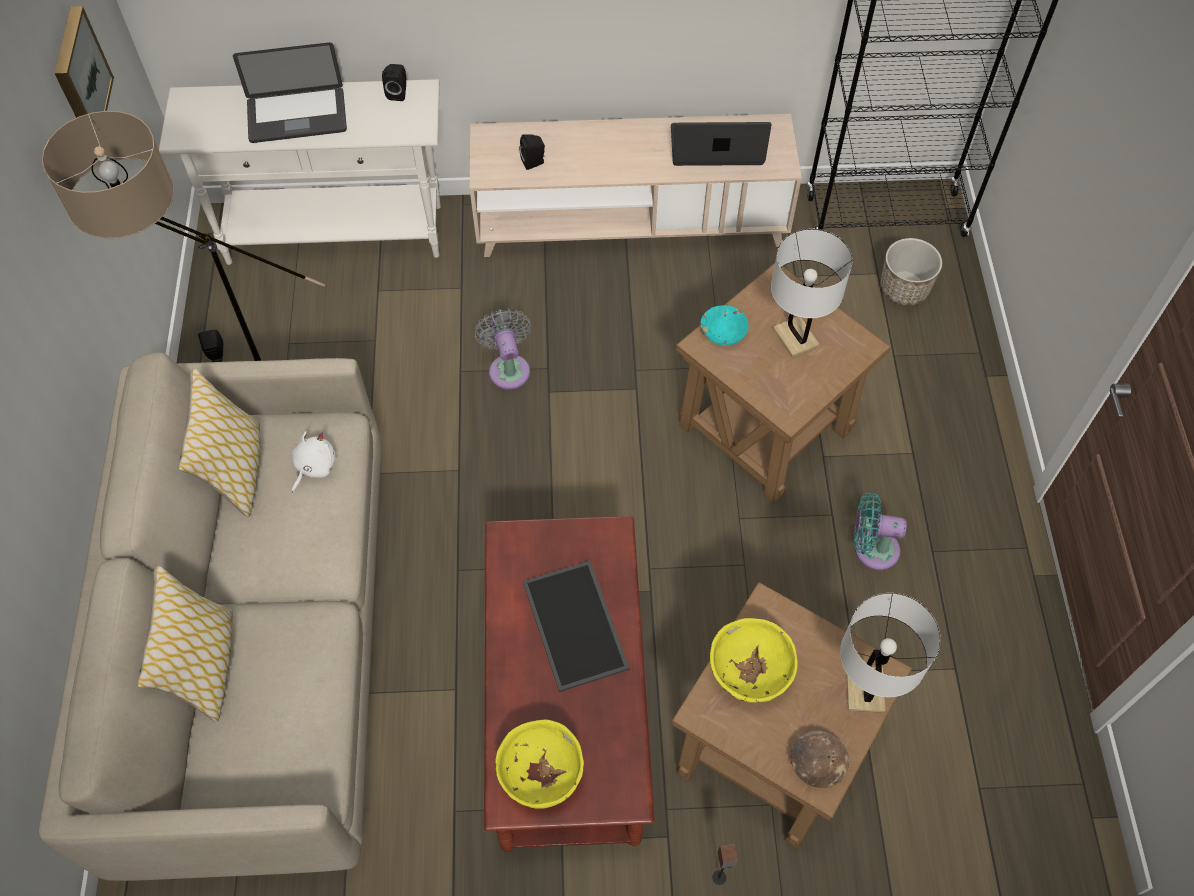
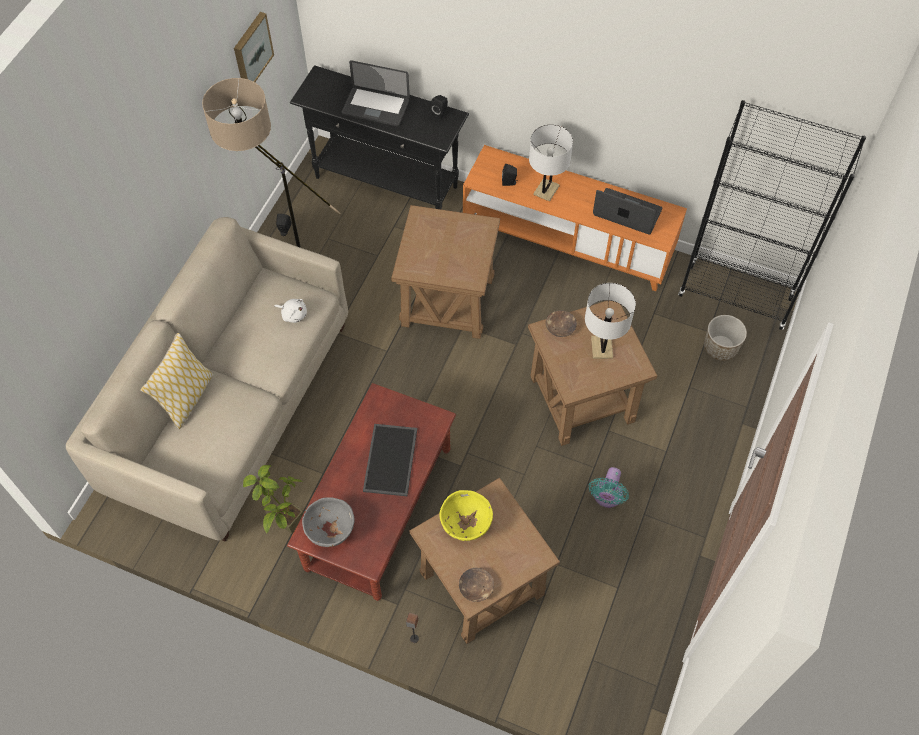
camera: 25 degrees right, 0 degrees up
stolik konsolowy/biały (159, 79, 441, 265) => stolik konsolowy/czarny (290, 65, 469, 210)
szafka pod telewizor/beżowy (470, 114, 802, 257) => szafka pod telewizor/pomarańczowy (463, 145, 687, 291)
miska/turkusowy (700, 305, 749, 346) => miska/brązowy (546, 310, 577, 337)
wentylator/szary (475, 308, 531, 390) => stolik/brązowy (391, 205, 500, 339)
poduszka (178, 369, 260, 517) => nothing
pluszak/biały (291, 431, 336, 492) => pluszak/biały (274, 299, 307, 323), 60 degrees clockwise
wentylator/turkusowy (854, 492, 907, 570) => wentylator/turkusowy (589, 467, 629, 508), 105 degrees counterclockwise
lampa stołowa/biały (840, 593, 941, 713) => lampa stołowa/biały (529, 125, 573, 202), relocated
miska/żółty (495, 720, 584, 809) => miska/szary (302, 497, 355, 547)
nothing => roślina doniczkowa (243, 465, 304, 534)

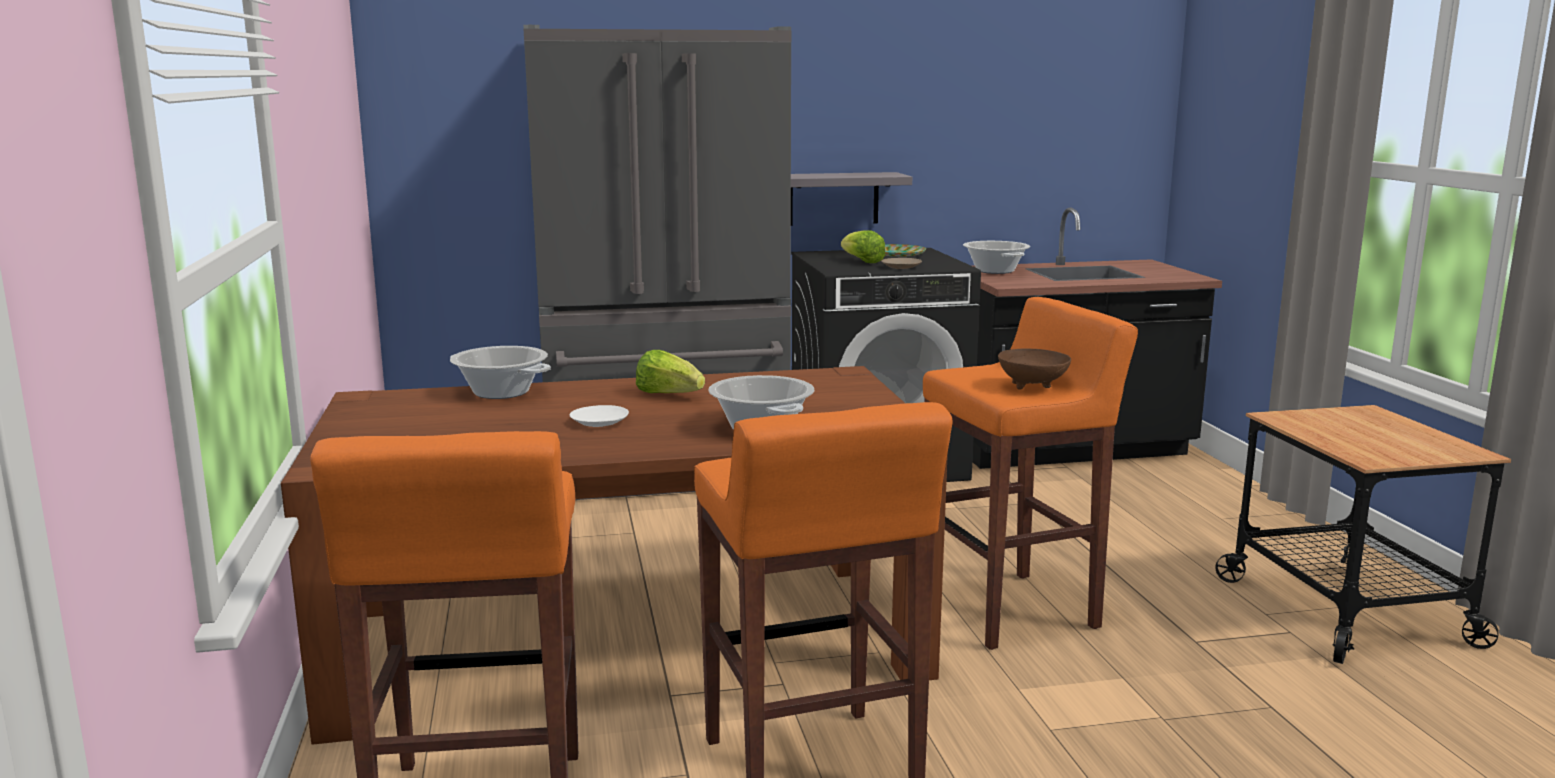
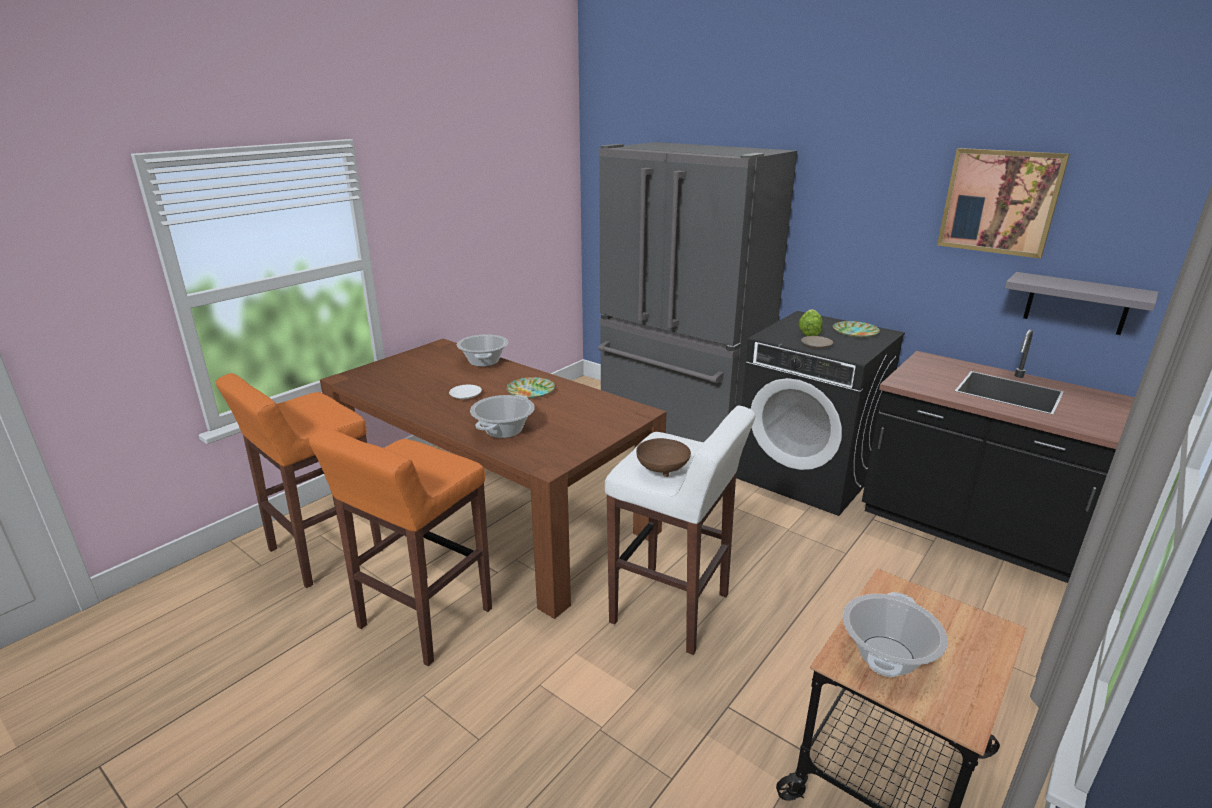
camera: 50 degrees right, 10 degrees up
półka/szary (791, 172, 912, 226) => półka/szary (1005, 272, 1159, 335), relocated
garnek (963, 241, 1030, 274) => garnek (842, 592, 948, 677), relocated
stołek/pomarańczowy (923, 297, 1138, 650) => stołek/biały (605, 406, 755, 655)
sałata (636, 350, 705, 393) => talerz (506, 377, 555, 398)
nothing => obraz (937, 148, 1070, 259)

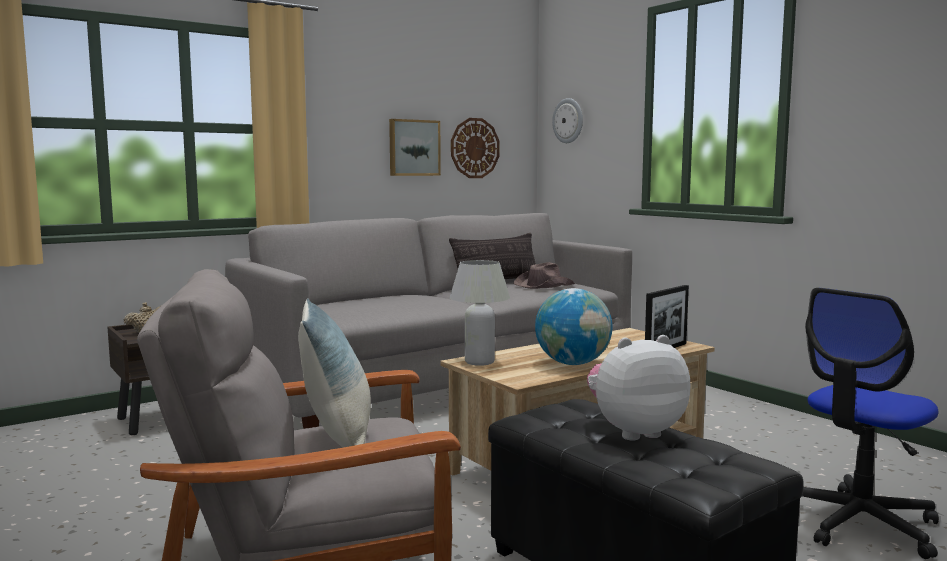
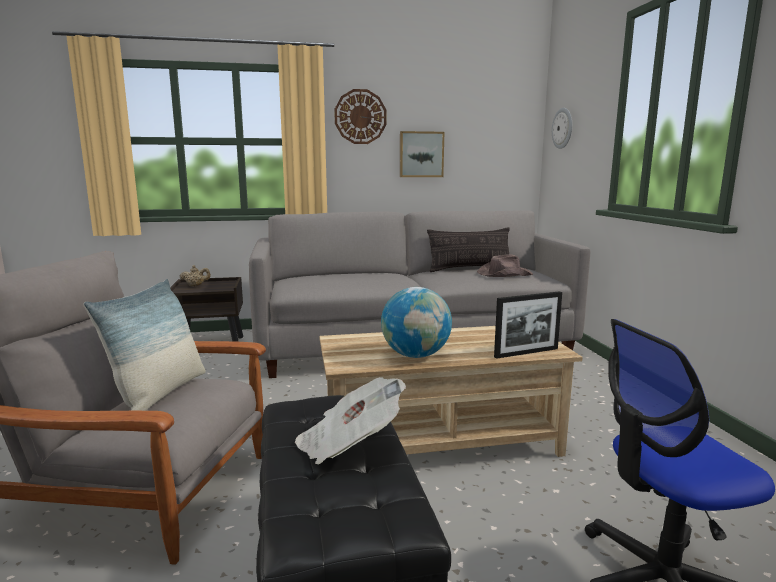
camera: 25 degrees right, 5 degrees up
zegar ścienny (451, 118, 500, 178) => zegar ścienny (334, 89, 386, 144), relocated
lampa stołowa/biały (450, 260, 510, 366) => nothing
pluszak (587, 335, 690, 441) => gazeta (295, 377, 406, 464)

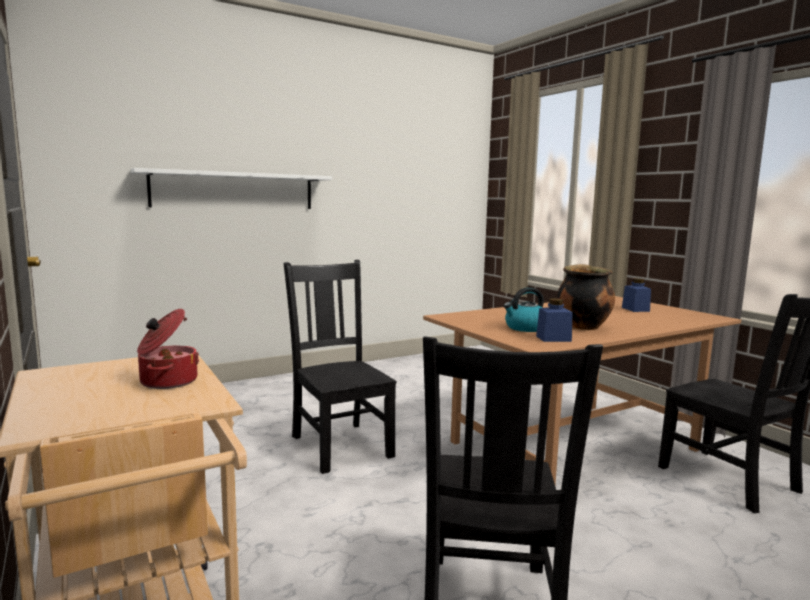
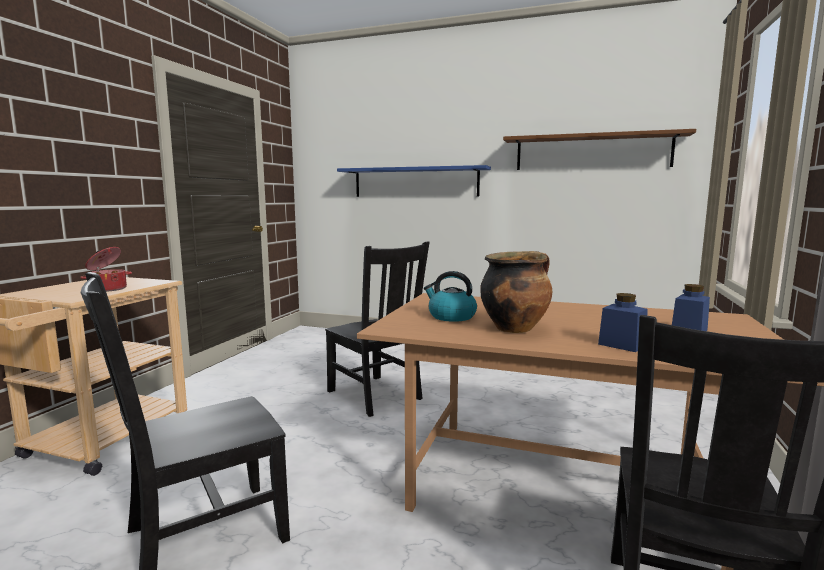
camera: 50 degrees right, 0 degrees up
półka/biały (131, 168, 332, 209) => półka/niebieski (337, 165, 491, 197)
krzesło/czarny (284, 260, 397, 474) => krzesło/czarny (325, 241, 430, 417), 120 degrees clockwise
słoik/niebieski (536, 298, 572, 342) => słoik/niebieski (598, 293, 648, 352), relocated
nothing => półka/brązowy (503, 129, 696, 170)

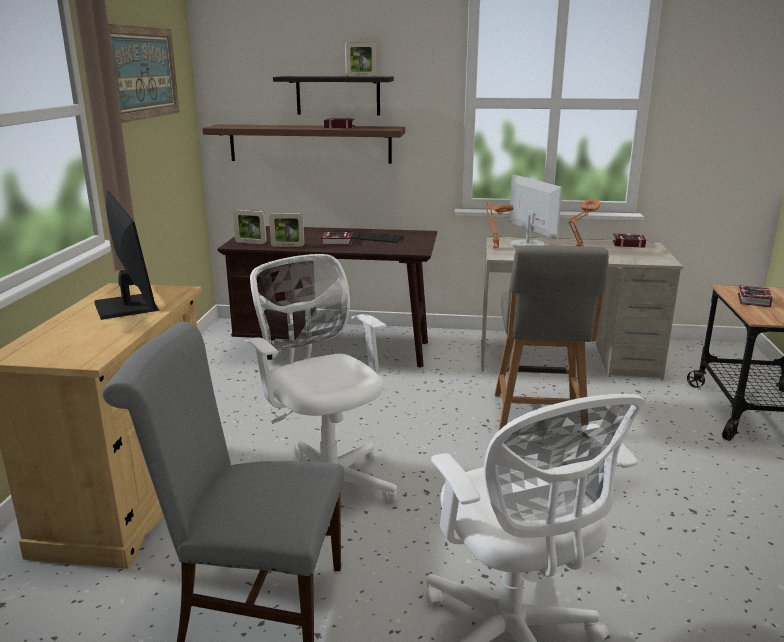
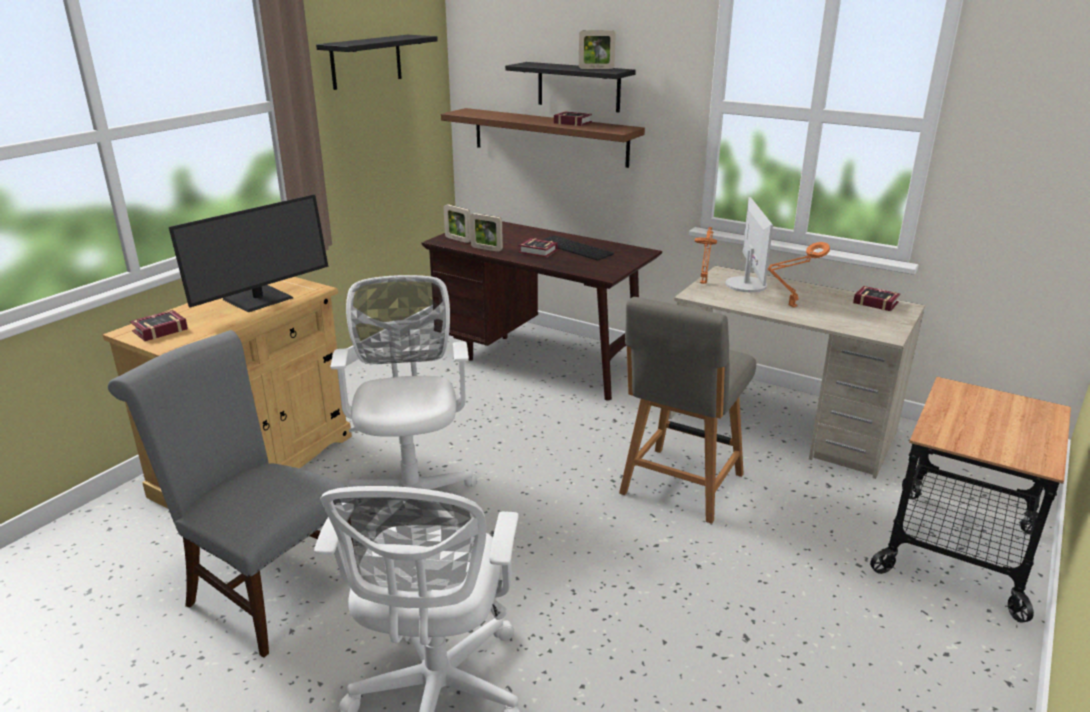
camera: 25 degrees right, 5 degrees up
obraz (108, 24, 180, 123) => półka/czarny (316, 35, 438, 90)
monitor (94, 191, 160, 320) => monitor (169, 194, 328, 312), 45 degrees clockwise
książka (738, 285, 773, 307) => książka (130, 310, 188, 341), relocated

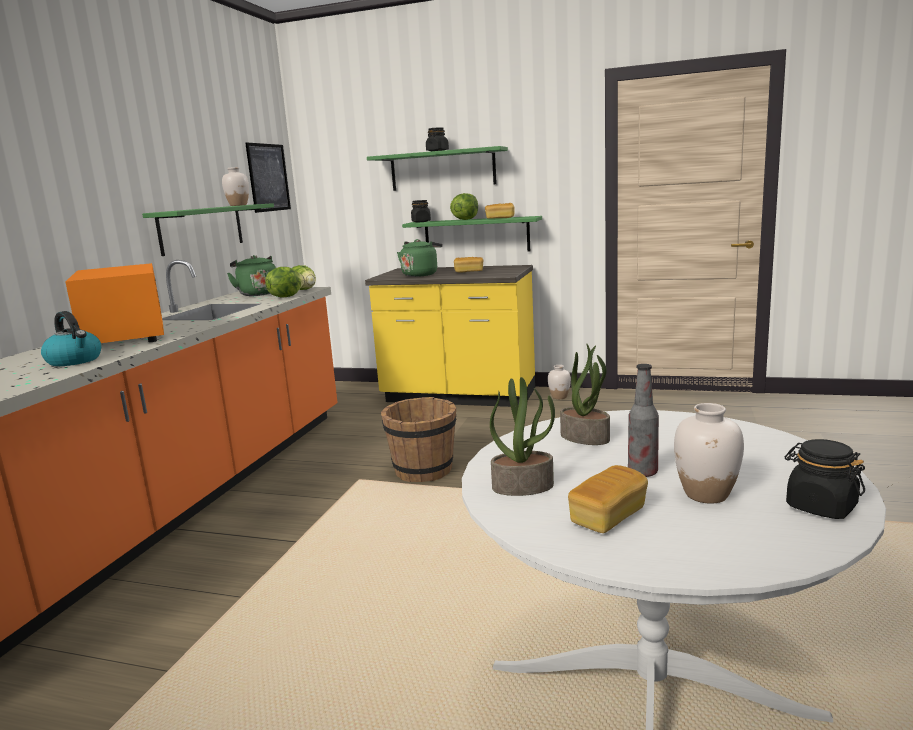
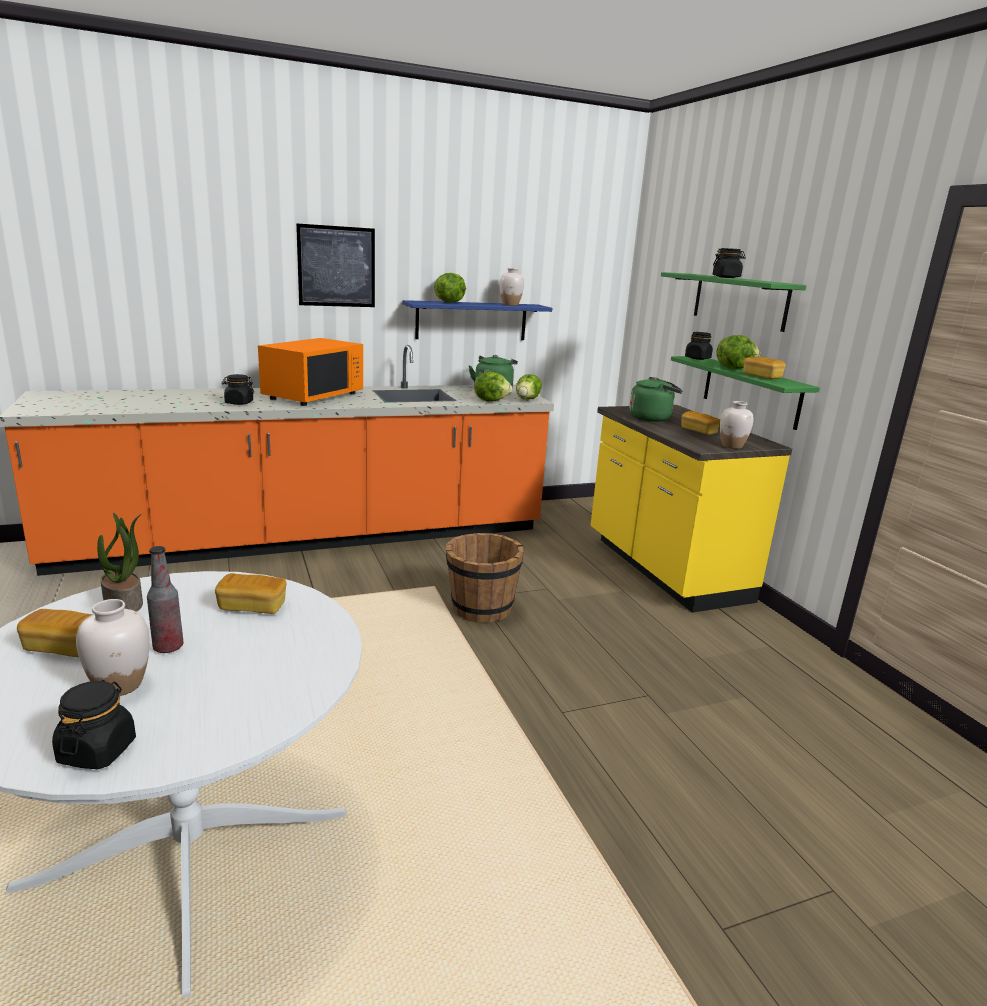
camera: 50 degrees right, 5 degrees up
obraz (245, 143, 291, 213) => obraz (296, 223, 375, 307), relocated
półka/zielony (142, 203, 274, 256) => półka/niebieski (402, 300, 553, 340)
czajnik (41, 311, 101, 366) => słoik/czarny (222, 374, 254, 405)
roślina doniczkowa (560, 344, 610, 445) => chleb (215, 573, 286, 614)
wazon/biały (548, 365, 571, 399) => wazon/biały (720, 401, 754, 449), relocated
nothing => sałata (434, 273, 466, 303)

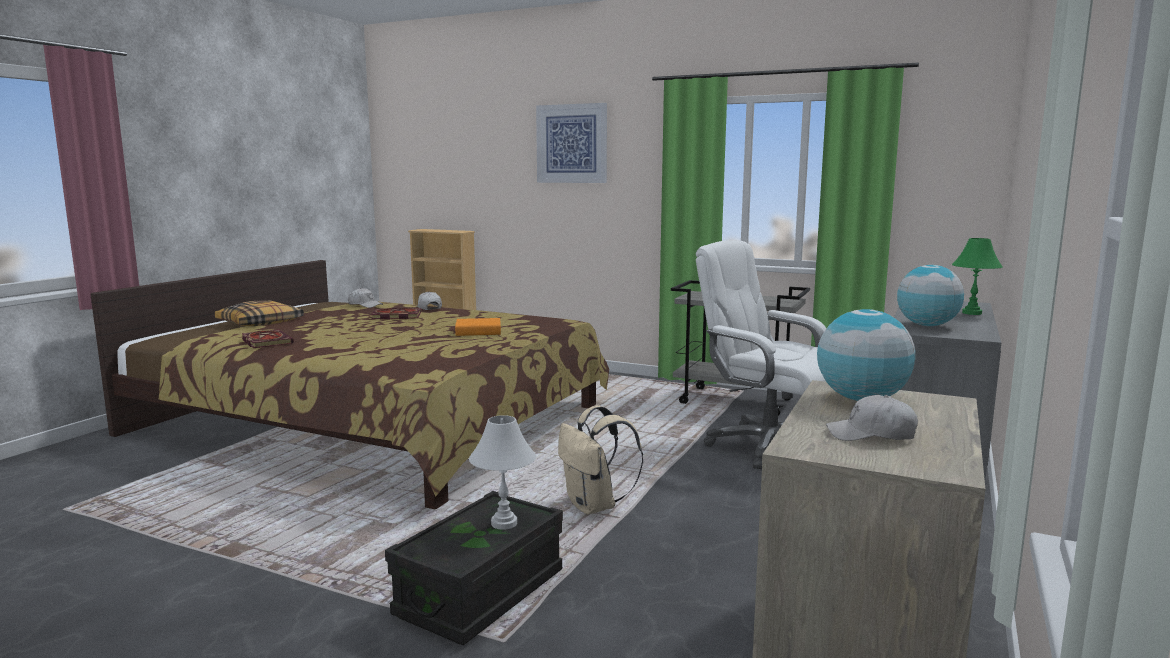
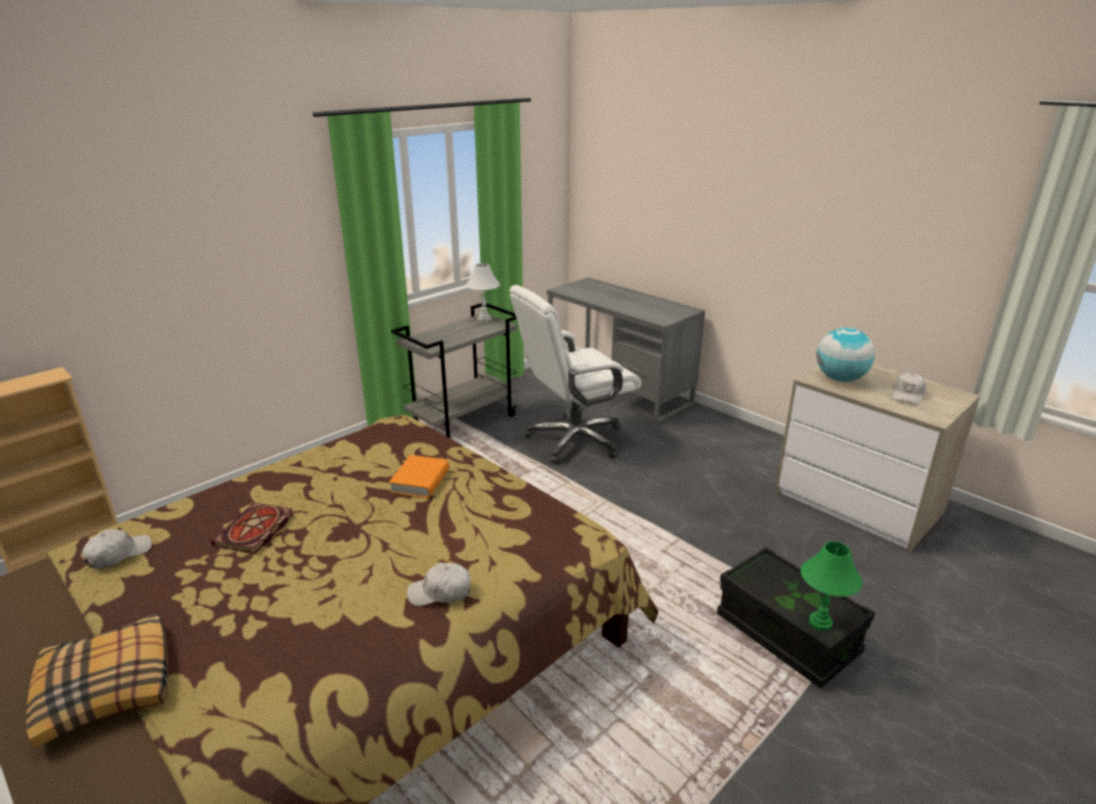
camera: 70 degrees left, 15 degrees up
obraz (536, 103, 607, 183) => nothing
lampa stołowa/zielony (952, 238, 1003, 315) => lampa stołowa/zielony (801, 541, 862, 631), relocated
globus (897, 265, 964, 326) => nothing
czapka z daszkiem/biały (416, 291, 442, 310) => czapka z daszkiem/biały (407, 562, 471, 606), relocated
książka (242, 330, 294, 348) => nothing
plecak/beżowy (558, 406, 643, 515) => nothing
lampa stołowa/biały (469, 415, 536, 530) => lampa stołowa/biały (466, 263, 500, 322), relocated

